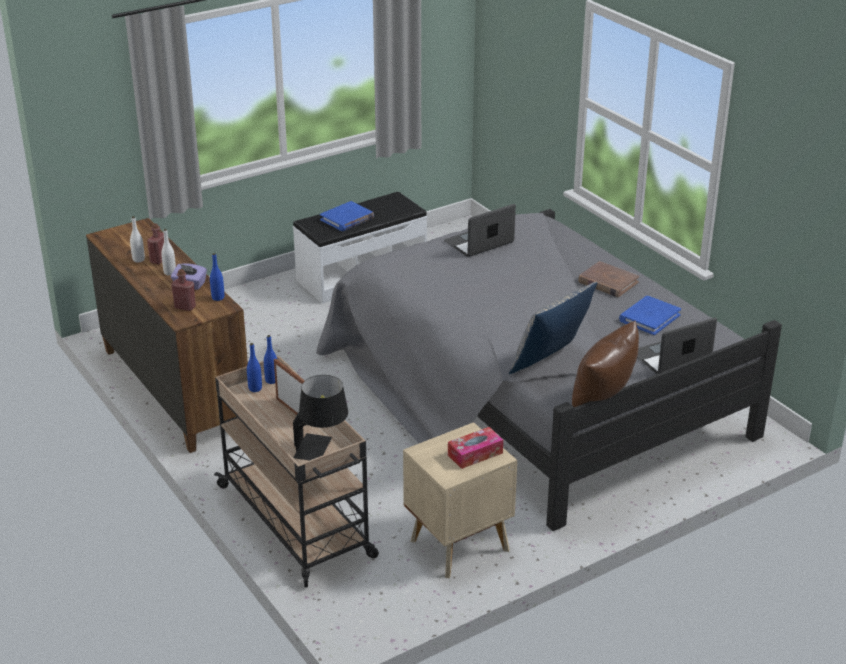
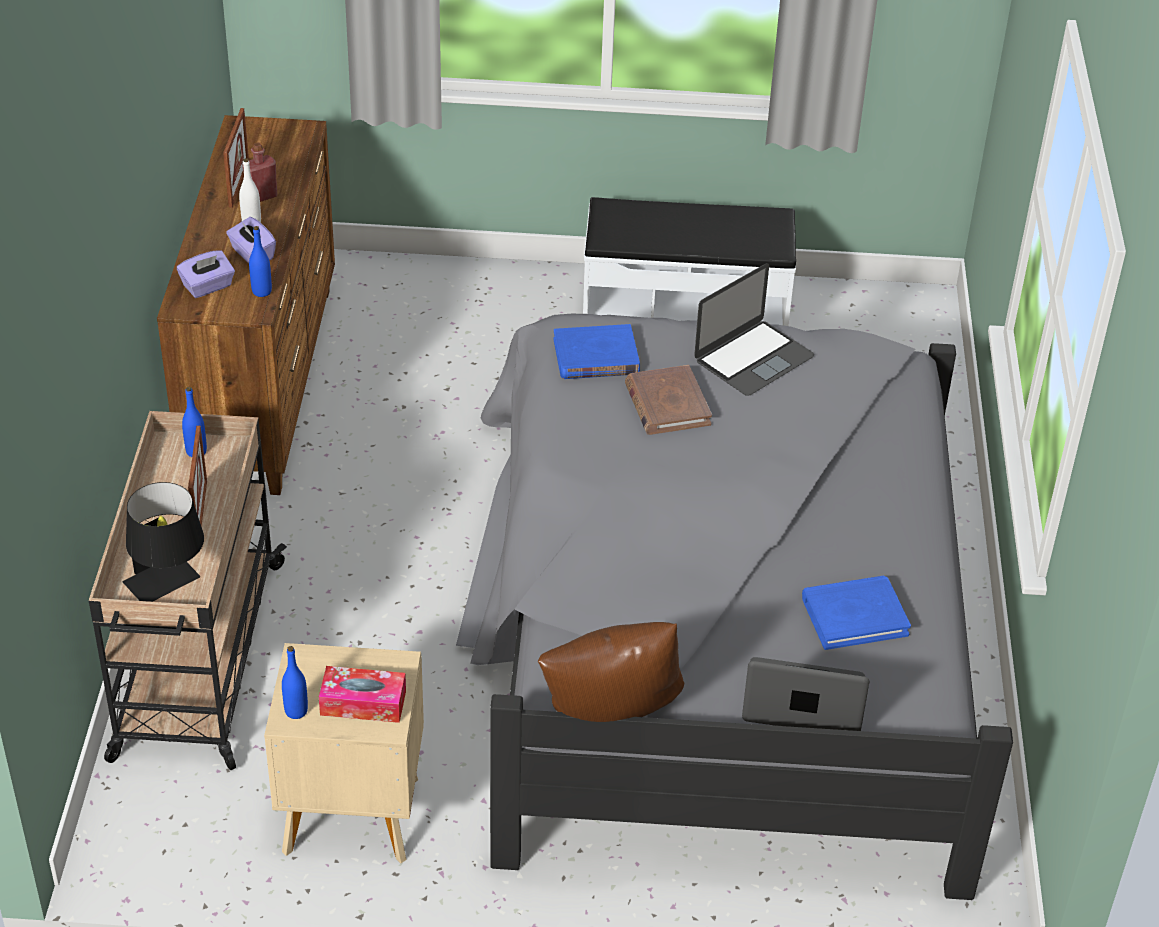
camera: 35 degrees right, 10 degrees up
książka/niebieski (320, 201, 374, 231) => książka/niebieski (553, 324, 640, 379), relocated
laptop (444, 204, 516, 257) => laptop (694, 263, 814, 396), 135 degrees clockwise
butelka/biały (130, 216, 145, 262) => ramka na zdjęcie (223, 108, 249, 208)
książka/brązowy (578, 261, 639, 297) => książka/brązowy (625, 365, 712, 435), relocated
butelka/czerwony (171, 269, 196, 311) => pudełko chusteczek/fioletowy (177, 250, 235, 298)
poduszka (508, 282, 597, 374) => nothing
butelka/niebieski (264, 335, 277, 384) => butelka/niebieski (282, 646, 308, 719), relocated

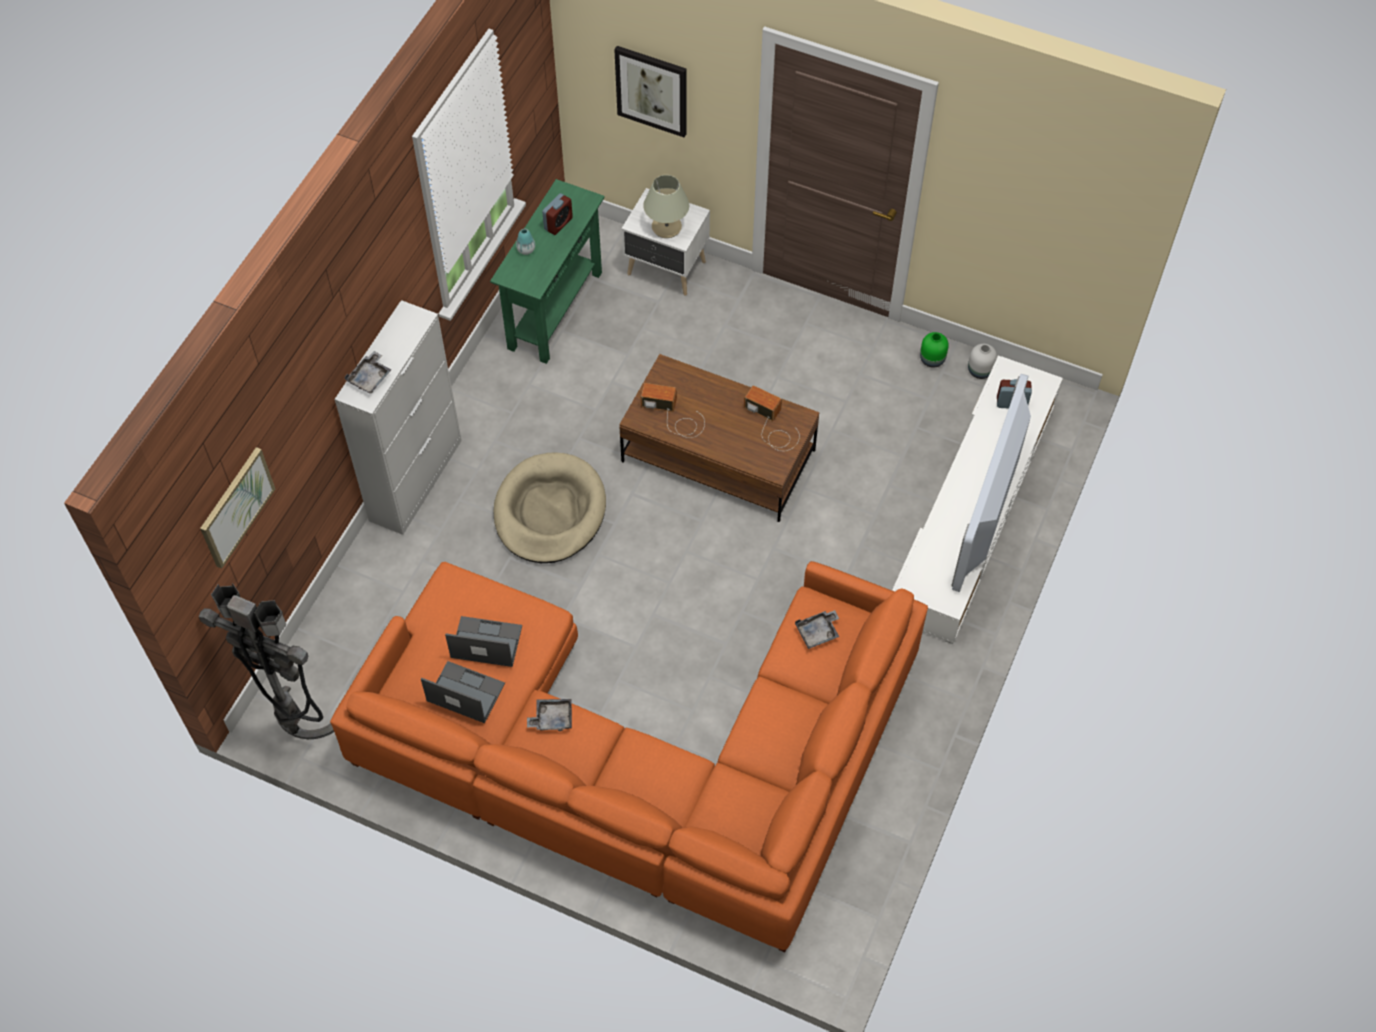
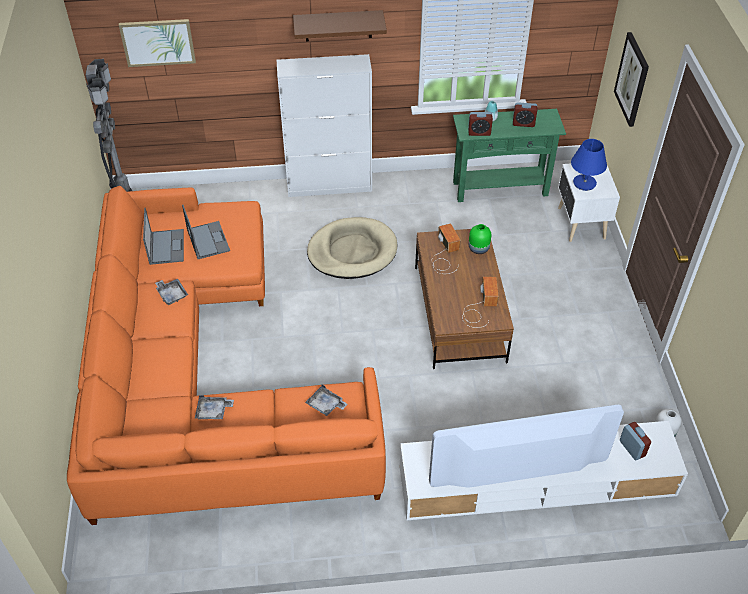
camera: 60 degrees right, 10 degrees down
lampa stołowa/beżowy (643, 175, 689, 238) => lampa stołowa/niebieski (571, 139, 607, 191)
wazon/zielony (920, 332, 949, 368) => wazon/zielony (469, 224, 491, 254), relocated
taca/szary (344, 351, 391, 394) => taca/szary (195, 395, 234, 419), relocated
nothing => półka/brązowy (293, 10, 387, 42)
nothing => budzik (468, 112, 493, 136)

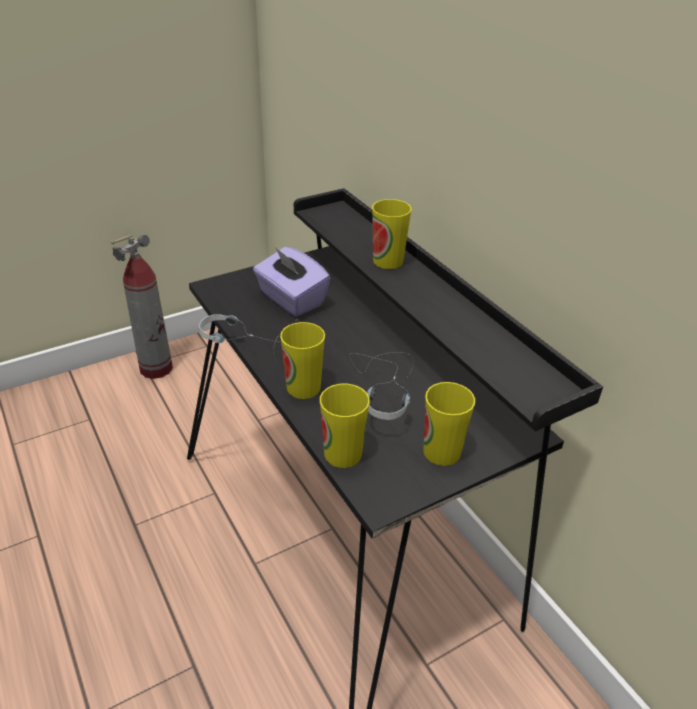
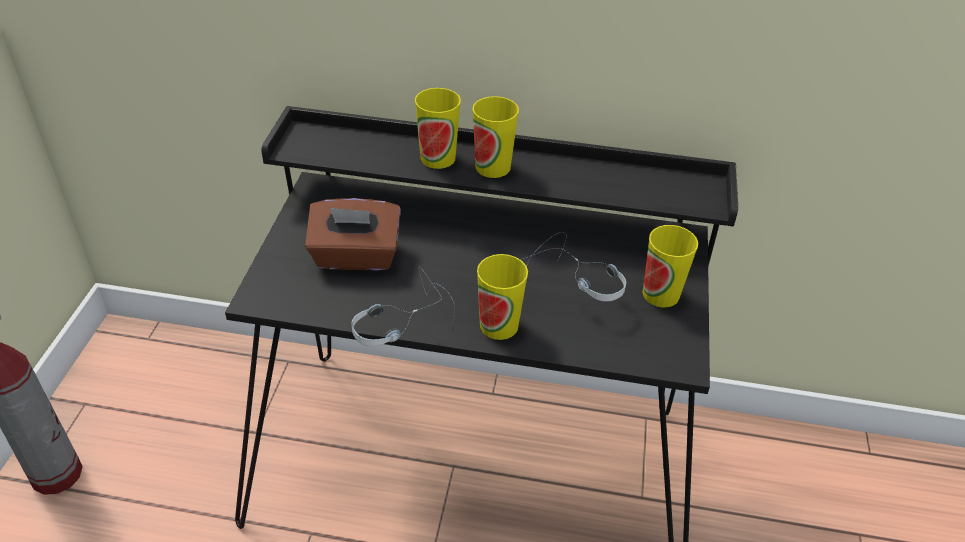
camera: 50 degrees left, 5 degrees up
pudełko chusteczek/fioletowy (253, 247, 330, 316) => pudełko chusteczek/brązowy (305, 198, 401, 271)
filiżanka (320, 384, 370, 468) => filiżanka (472, 96, 519, 178), relocated

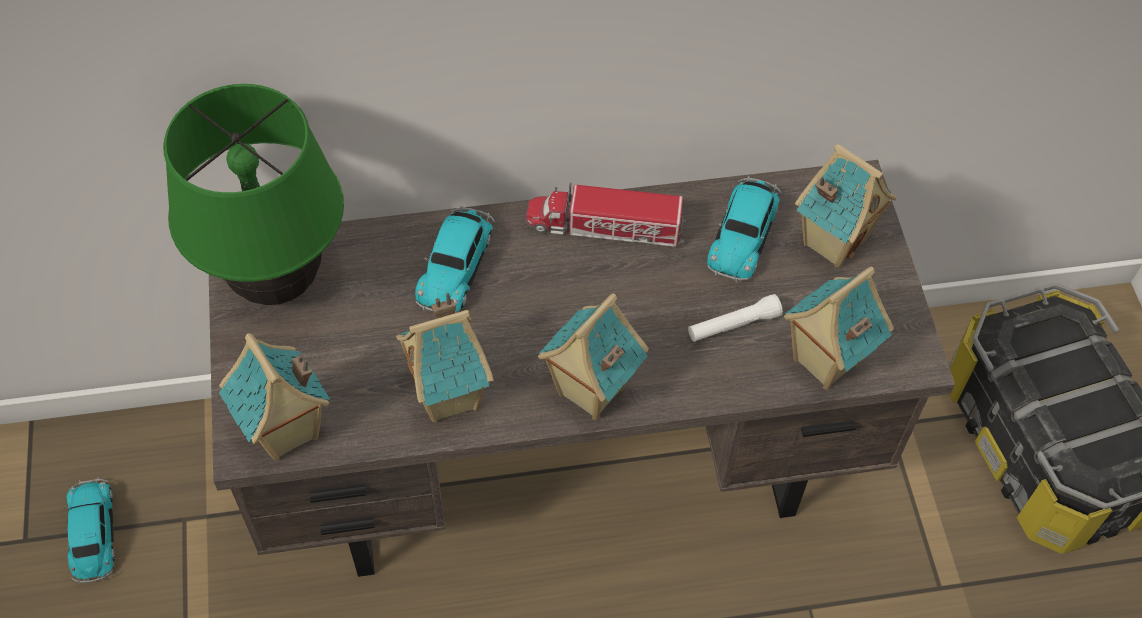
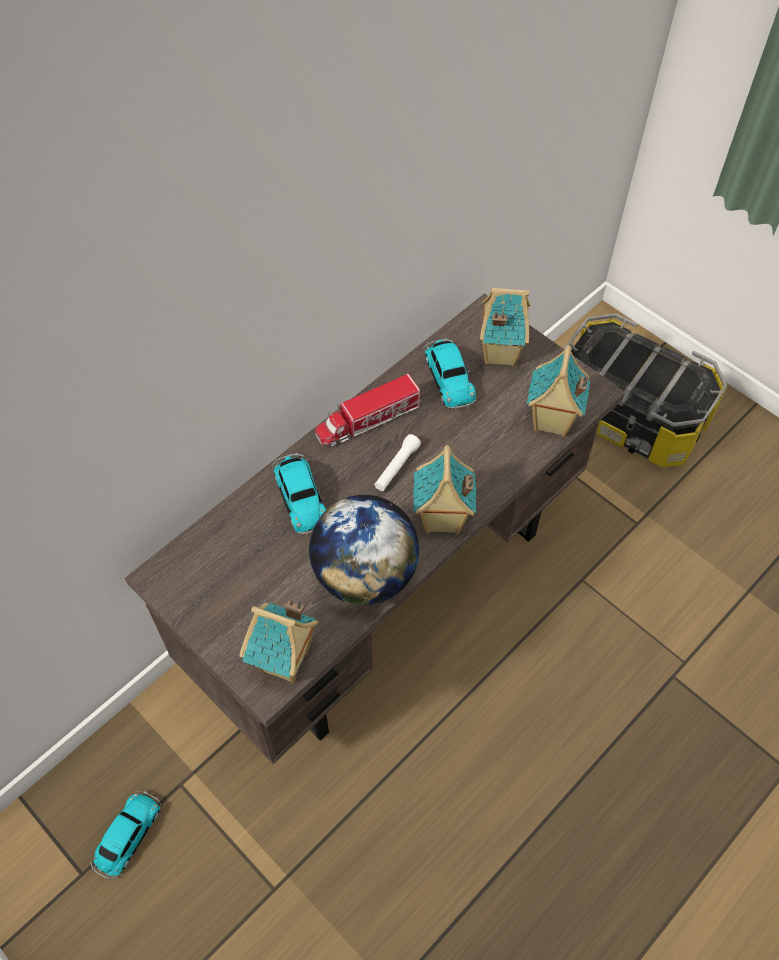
camera: 35 degrees left, 0 degrees up
lampa stołowa/zielony (163, 84, 344, 305) => nothing
domek (396, 293, 494, 423) => globus (309, 495, 419, 605)
latarka/biały (688, 294, 783, 342) => latarka/biały (374, 434, 421, 491), relocated
samochodzik (64, 477, 115, 583) => samochodzik (91, 791, 161, 880), 75 degrees clockwise

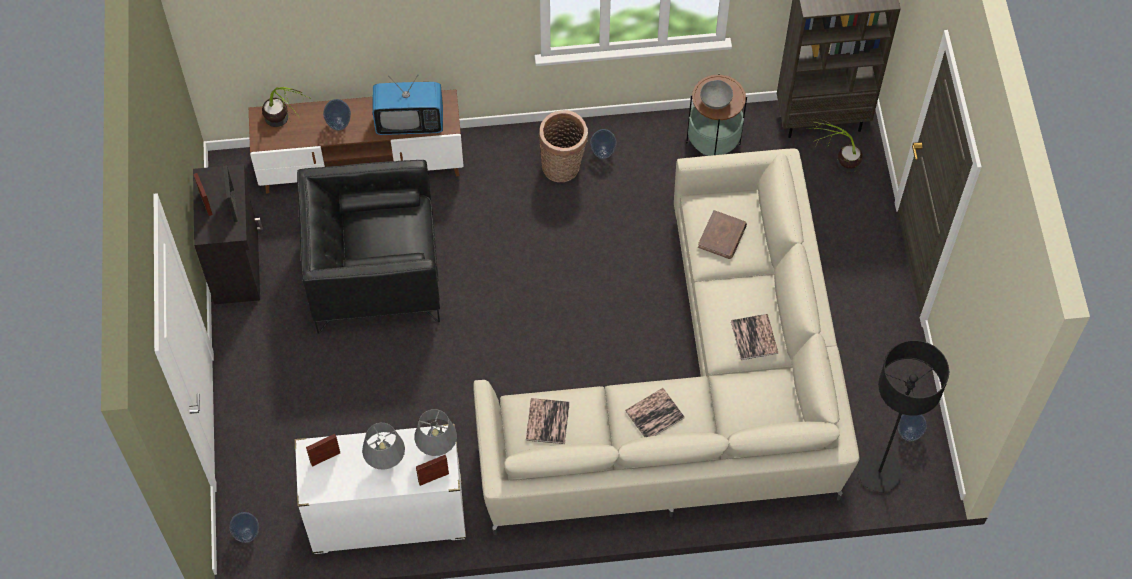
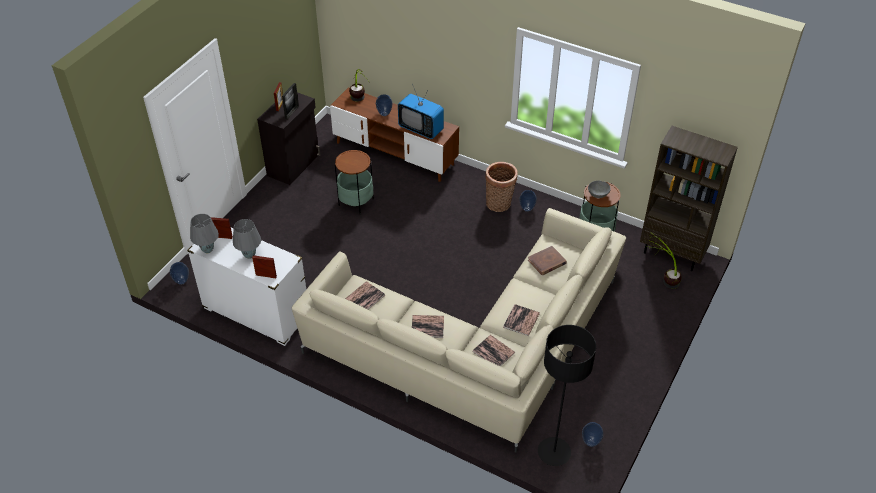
camera: 35 degrees right, 15 degrees down
fotel/czarny (297, 160, 440, 334) => stolik (335, 150, 374, 214)
lampa stołowa/szary (415, 409, 457, 456) => lampa stołowa/szary (190, 214, 219, 253), relocated
nothing => książka (473, 335, 515, 367)

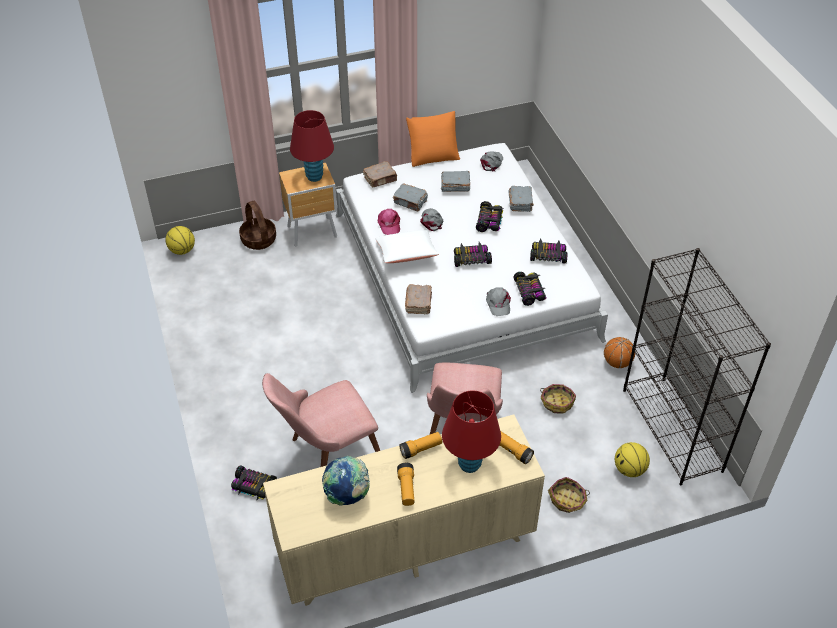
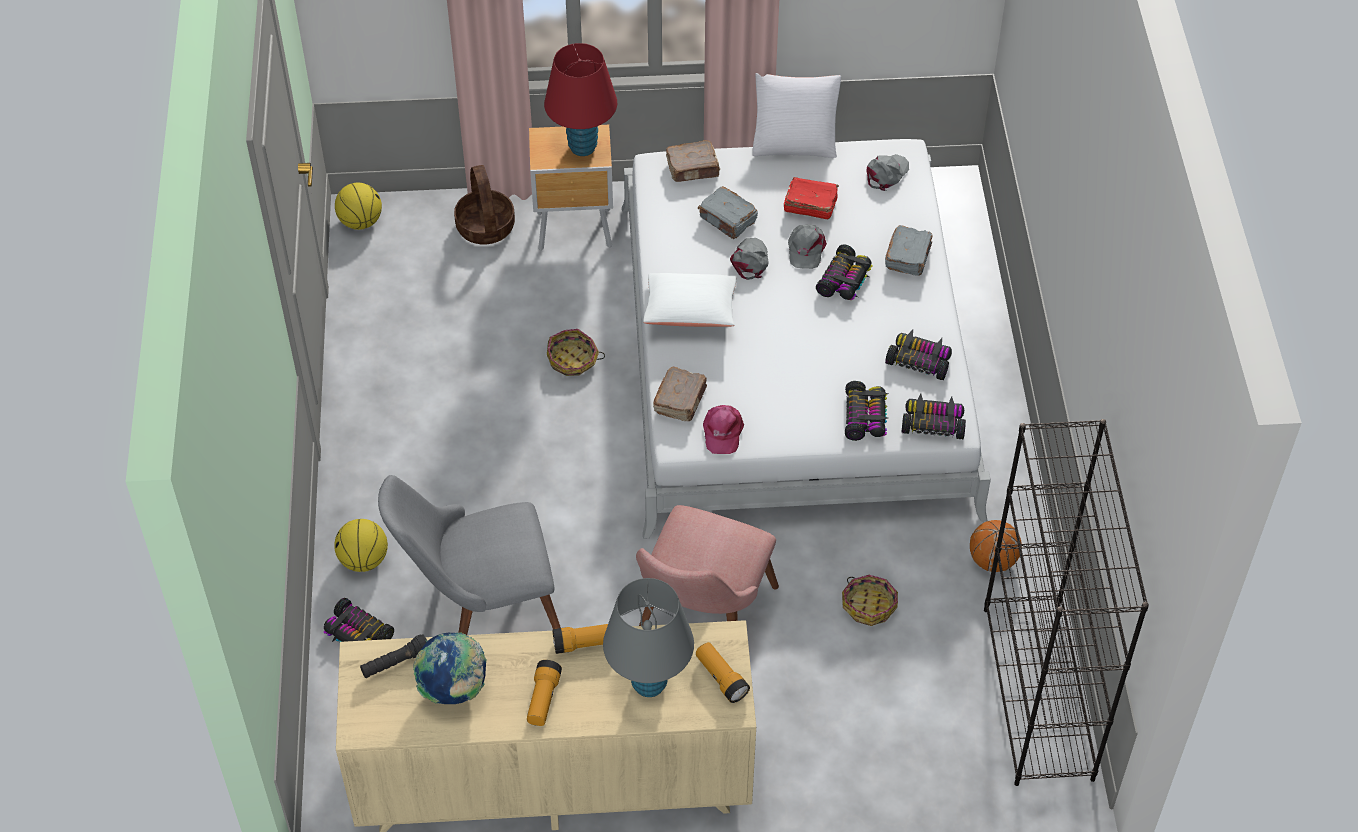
camera: 15 degrees right, 5 degrees up
poduszka/pomarańczowy (406, 111, 460, 167) => poduszka/biały (753, 73, 841, 158)
książka/szary (441, 171, 470, 192) => książka/czerwony (784, 177, 839, 219)
czapka z daszkiem/różowy (377, 209, 400, 235) => czapka z daszkiem/różowy (703, 405, 744, 454), relocated
samochodzik (454, 242, 492, 267) => samochodzik (902, 393, 966, 439), relocated
czapka z daszkiem/szary (486, 287, 511, 316) => czapka z daszkiem/szary (788, 224, 827, 269), relocated
krzesło/różowy (262, 373, 380, 467) => krzesło/szary (378, 475, 561, 635)
lampa stołowa/czerwony (442, 391, 501, 473) => lampa stołowa/szary (603, 578, 694, 697)
piłka do koszykówki (615, 442, 650, 477) => piłka do koszykówki (334, 519, 388, 572), relocated
koszyk (548, 477, 590, 513) => koszyk (547, 329, 605, 376), relocated
nothing => latarka/czarny (360, 634, 427, 678)

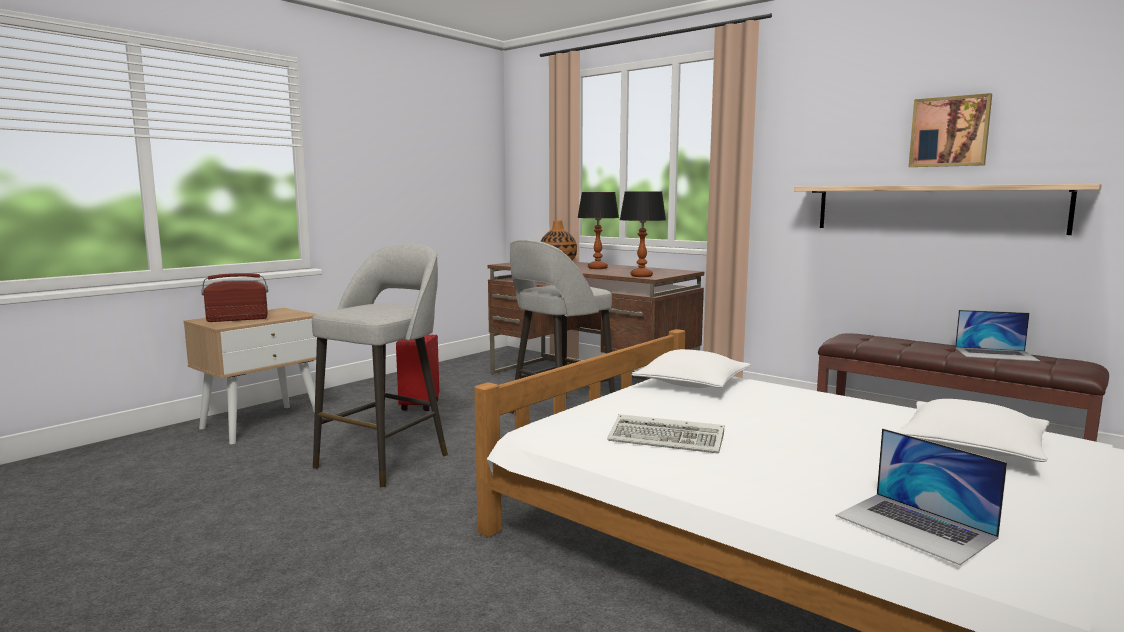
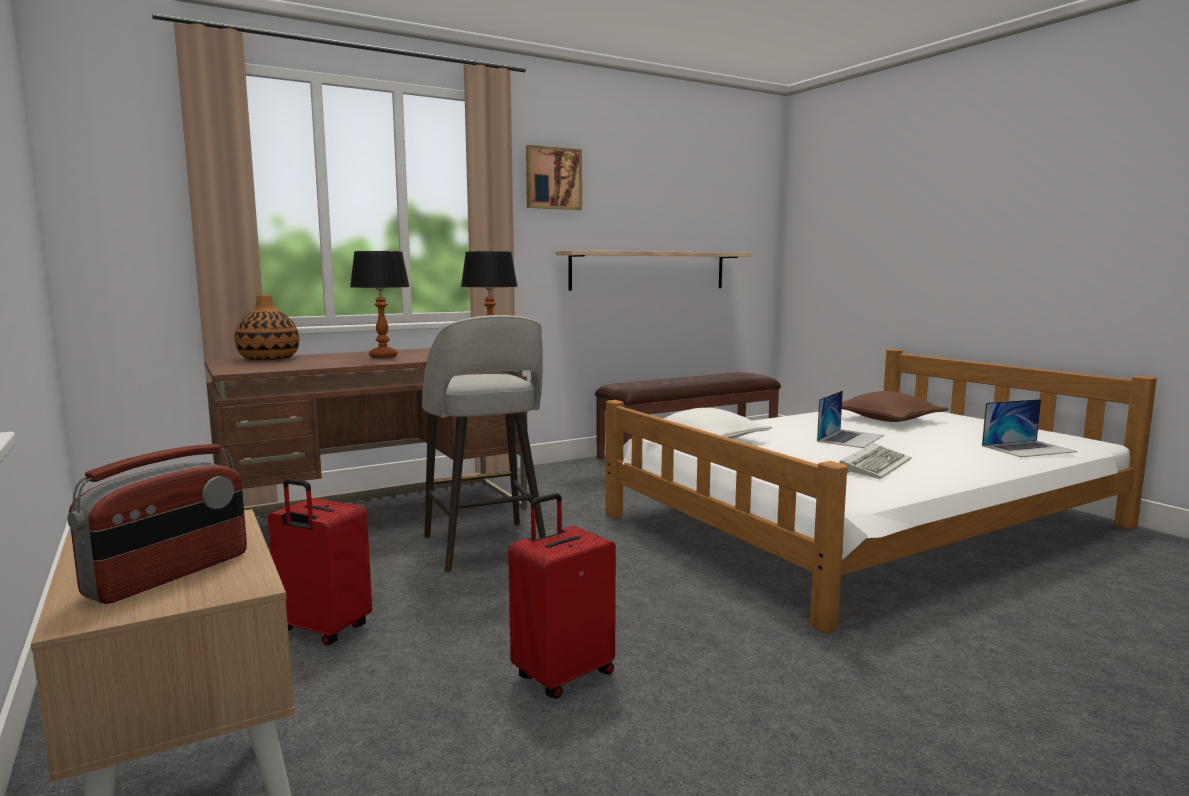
camera: 70 degrees left, 0 degrees up
obraz (909, 93, 992, 167) => obraz (526, 145, 582, 210), relocated
stołek/szary (312, 244, 448, 488) => walizka/czerwony (508, 493, 616, 699)
radio (201, 273, 268, 322) => radio (67, 444, 247, 604), 150 degrees counterclockwise
laptop (955, 310, 1040, 361) => laptop (817, 390, 884, 448), relocated
poduszka/biały (896, 399, 1050, 462) => poduszka/brązowy (842, 391, 949, 422)

